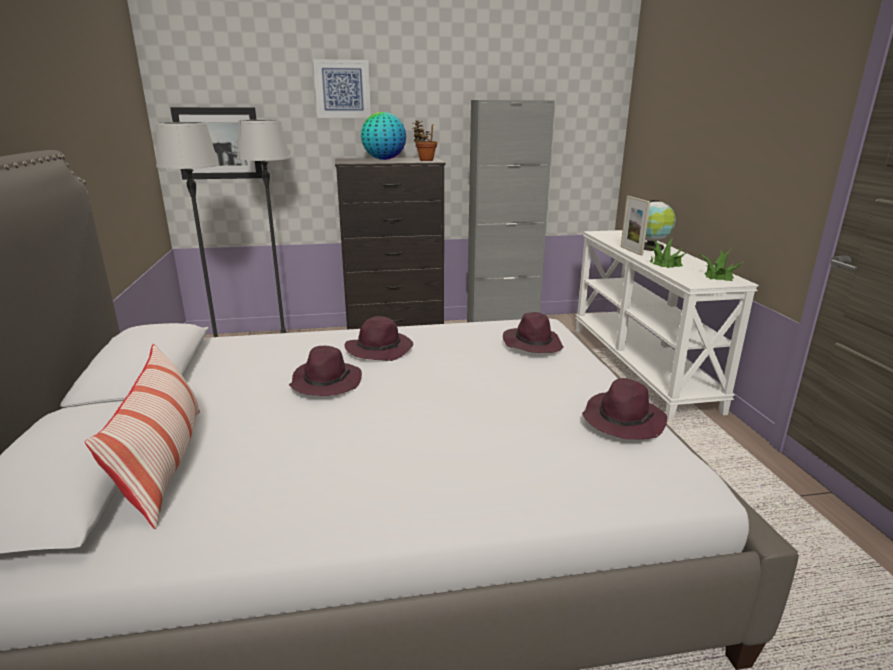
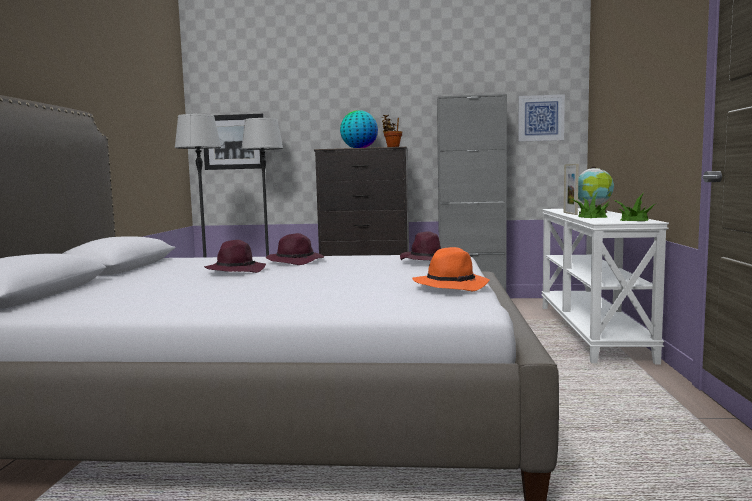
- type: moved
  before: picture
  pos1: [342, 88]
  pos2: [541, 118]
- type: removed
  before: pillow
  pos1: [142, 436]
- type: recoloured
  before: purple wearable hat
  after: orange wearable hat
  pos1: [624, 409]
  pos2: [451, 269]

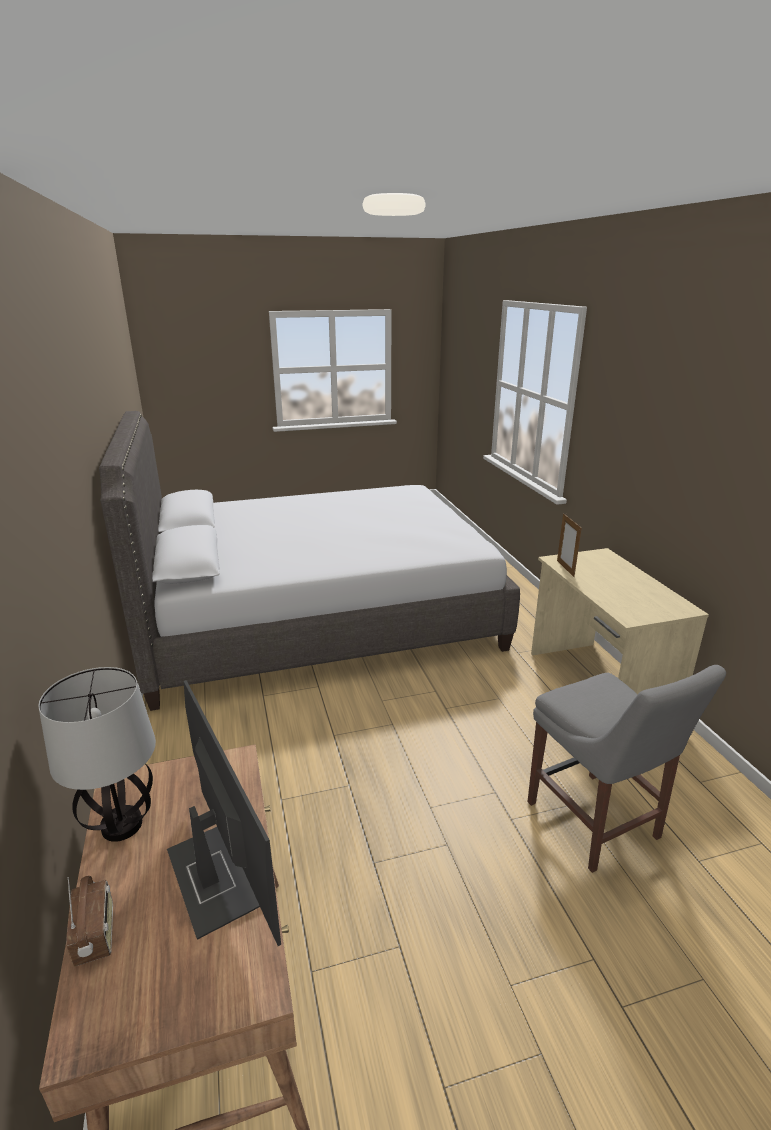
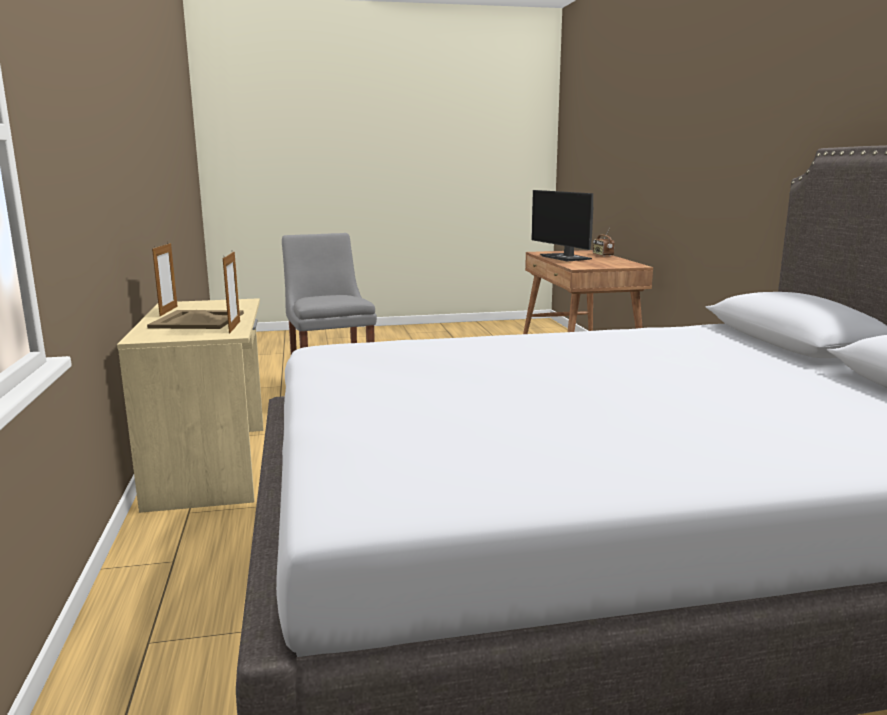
- type: removed
  before: tabletop lamp
  pos1: [97, 754]
- type: added
  after: photo frame
  pos2: [165, 279]
- type: added
  after: sand-coloured tray
  pos2: [195, 319]

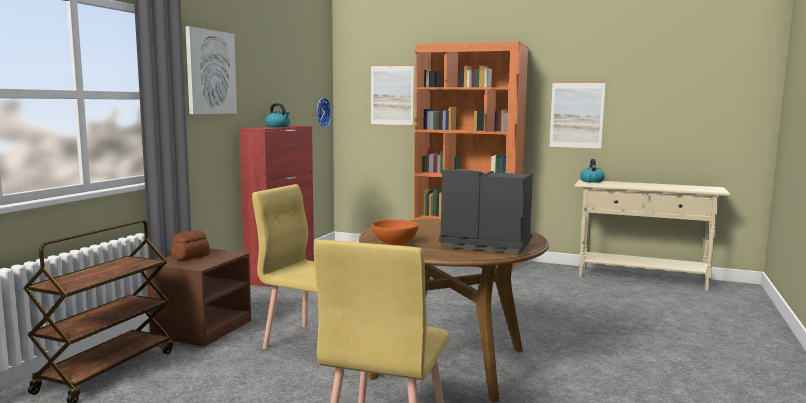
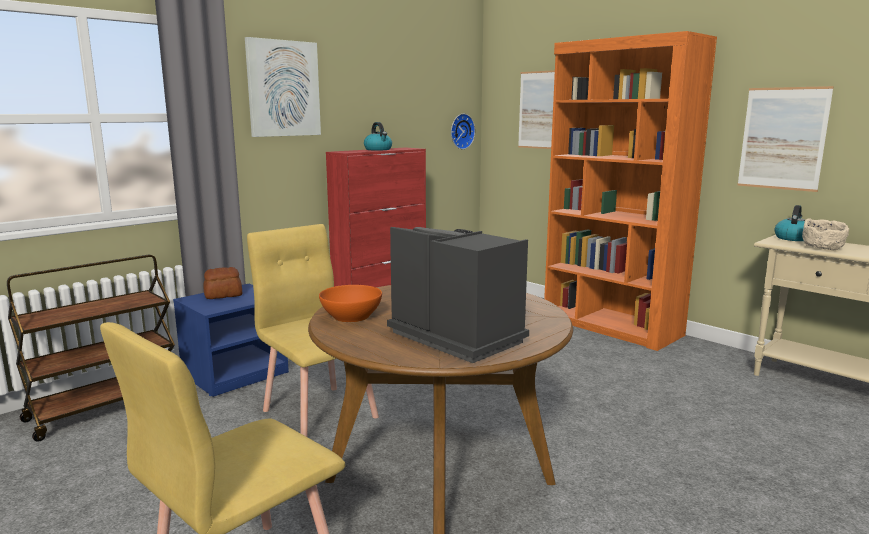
- type: recoloured
  before: brown nightstand
  after: bluish nightstand
  pos1: [198, 298]
  pos2: [231, 340]
- type: added
  after: sand-coloured bowl
  pos2: [825, 234]

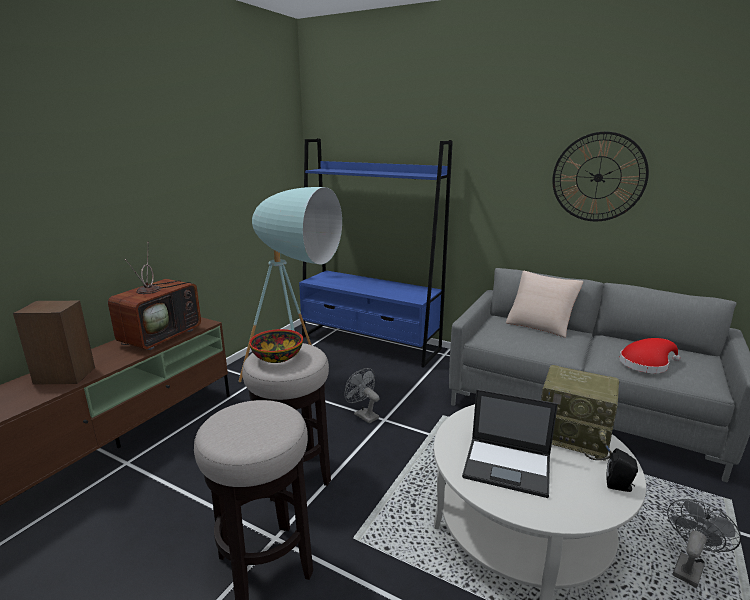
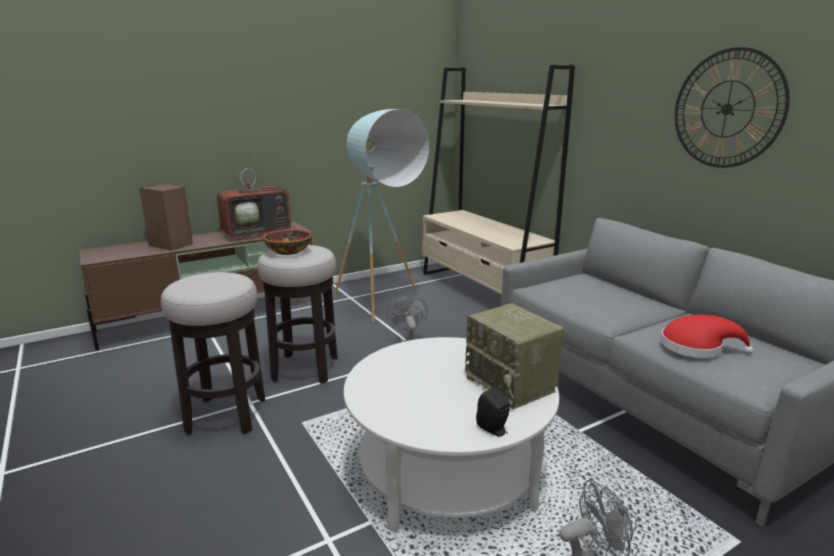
- type: recoloured
  before: bluish bookshelf
  after: sand-coloured bookshelf
  pos1: [376, 253]
  pos2: [499, 179]
- type: removed
  before: sand-coloured pillow
  pos1: [544, 304]
- type: removed
  before: laptop
  pos1: [510, 443]

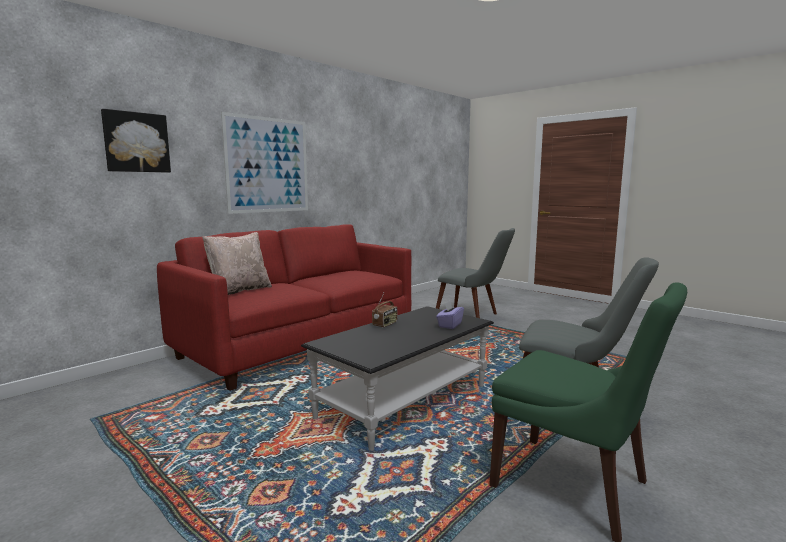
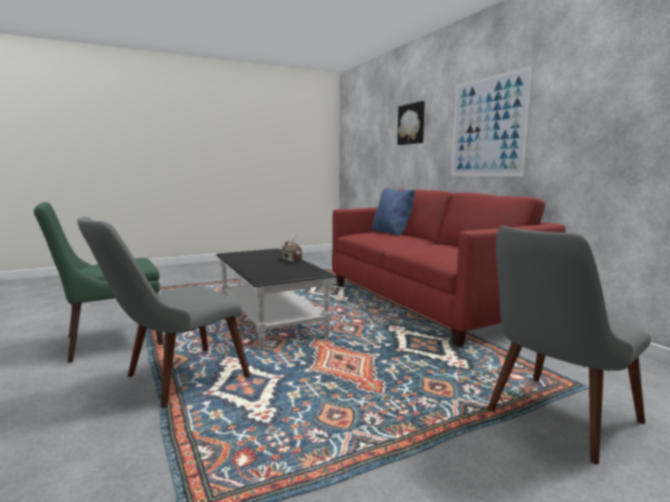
- type: recoloured
  before: sand-coloured pillow
  after: bluish pillow
  pos1: [237, 263]
  pos2: [393, 212]
- type: removed
  before: purple tissue holder
  pos1: [450, 315]

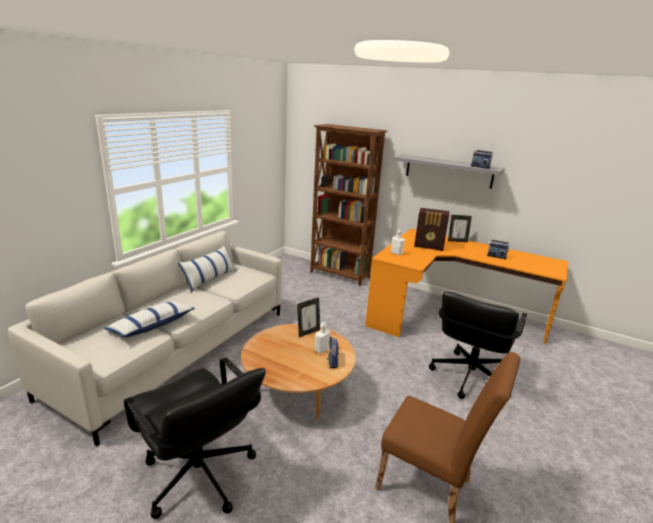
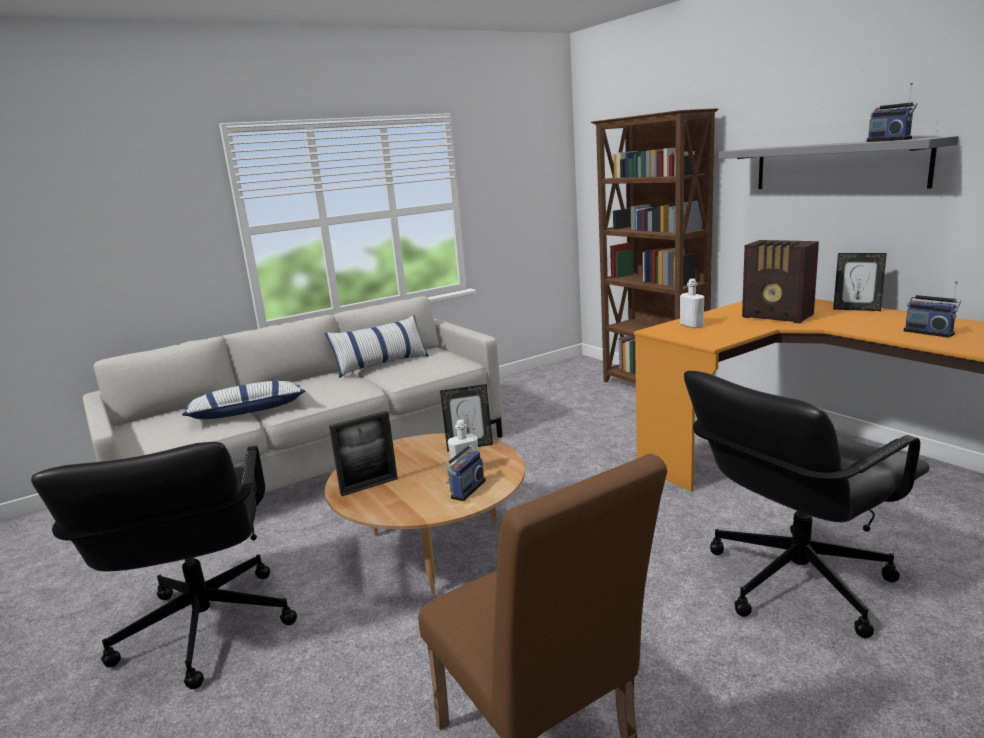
- type: added
  after: photo frame
  pos2: [363, 453]

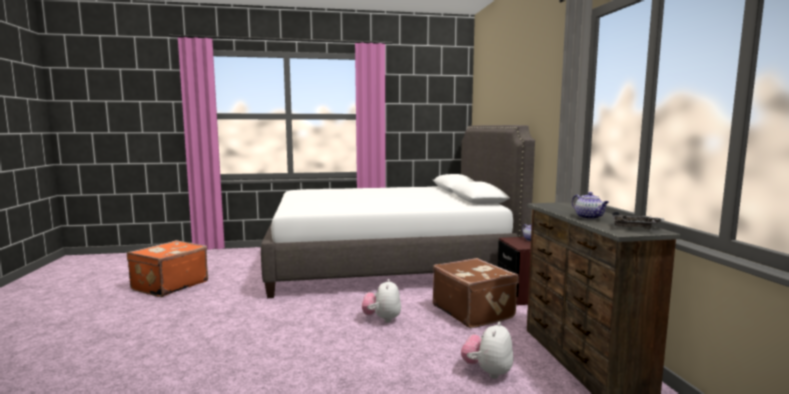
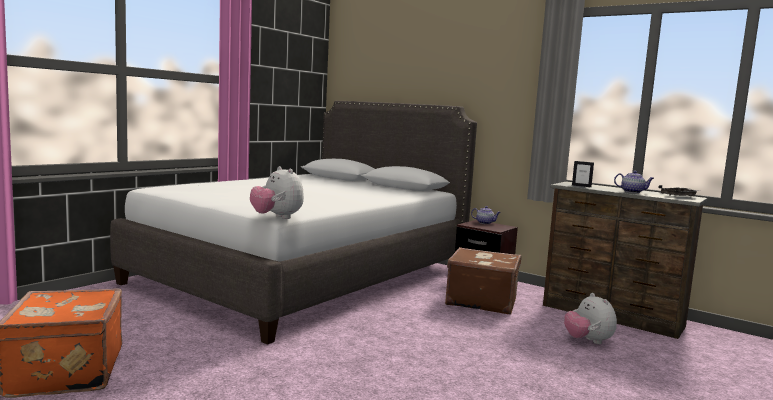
- type: moved
  before: plush toy
  pos1: [381, 301]
  pos2: [277, 192]
- type: added
  after: photo frame
  pos2: [583, 174]

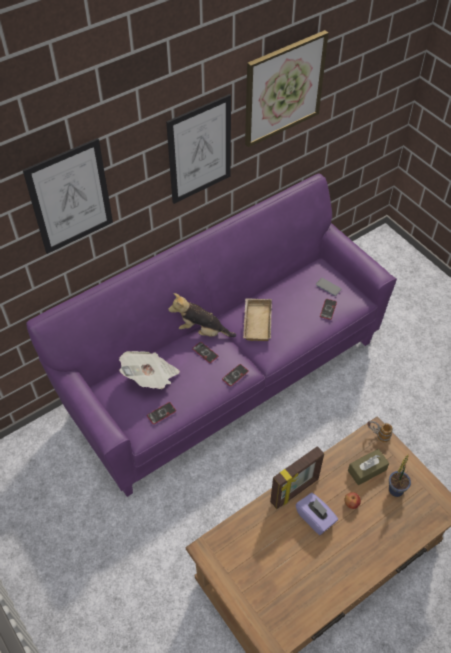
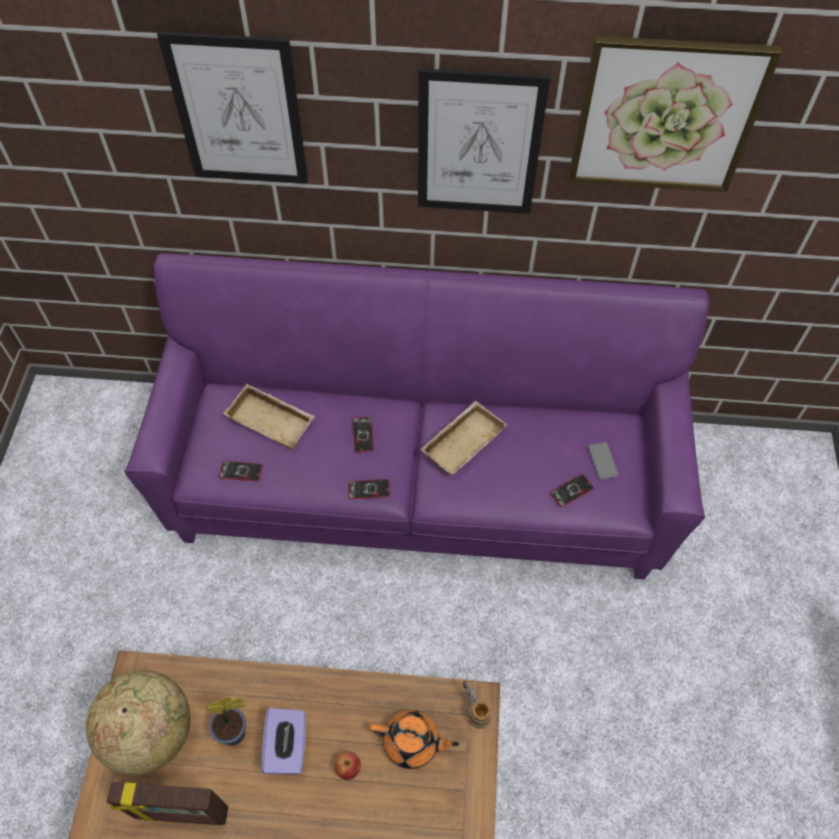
- type: removed
  before: plush toy
  pos1: [202, 315]
- type: replaced
  before: newspaper
  after: sand-coloured tray
  pos1: [149, 370]
  pos2: [269, 417]
- type: moved
  before: photo frame
  pos1: [297, 477]
  pos2: [167, 803]
- type: replaced
  before: brown tissue holder
  after: orange teapot
  pos1: [368, 467]
  pos2: [414, 739]
- type: moved
  before: houseplant
  pos1: [400, 476]
  pos2: [225, 721]
- type: added
  after: world globe
  pos2: [138, 723]

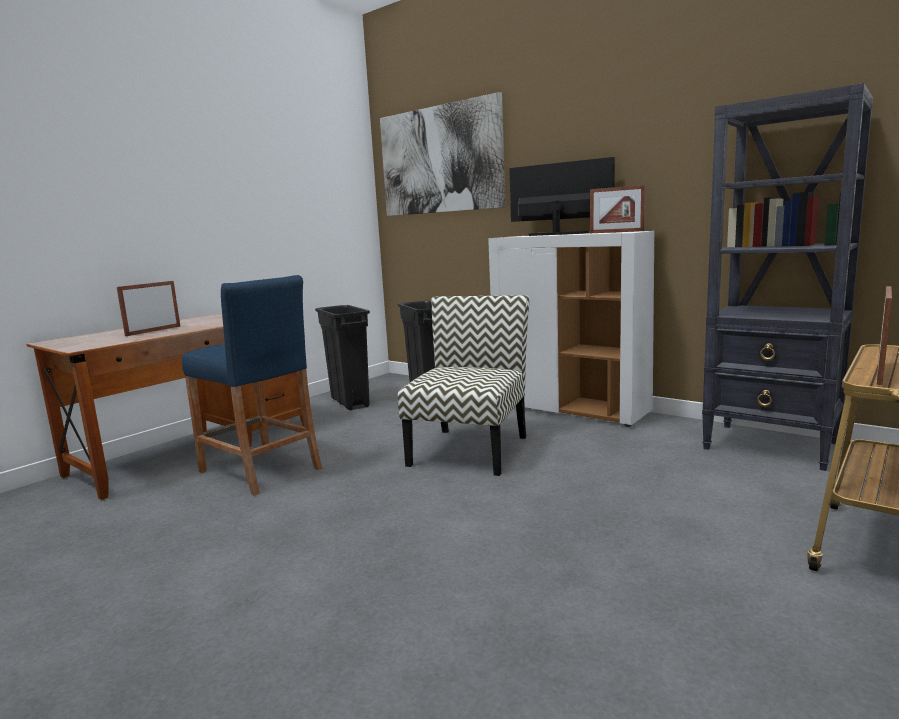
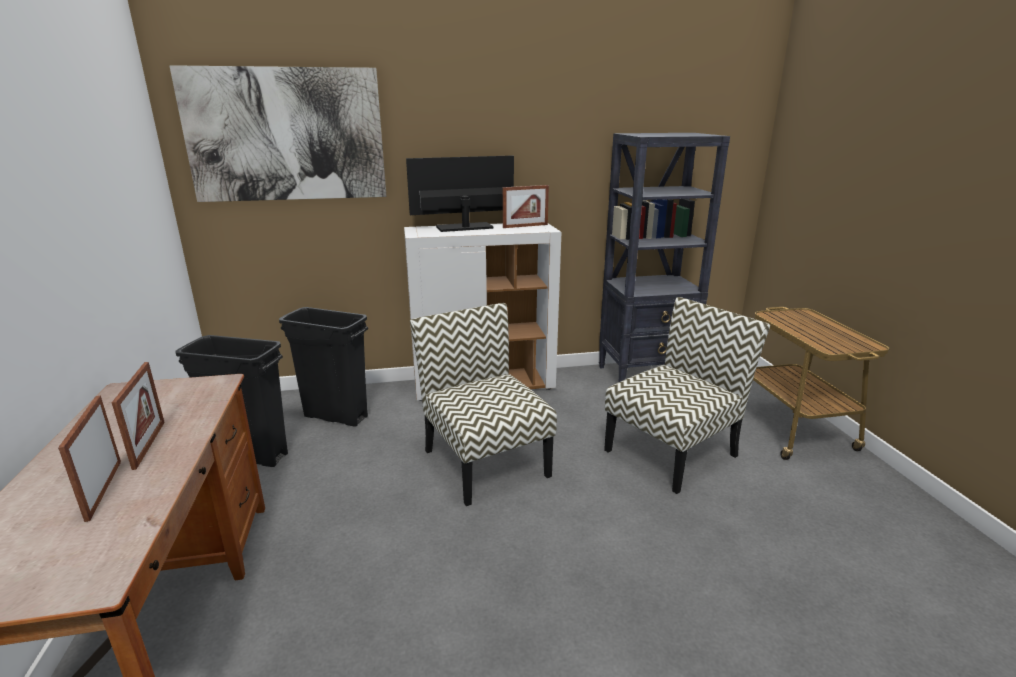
- type: removed
  before: bluish stool seat
  pos1: [252, 385]
- type: moved
  before: photo frame
  pos1: [884, 335]
  pos2: [138, 416]
- type: added
  after: plain chair
  pos2: [687, 395]

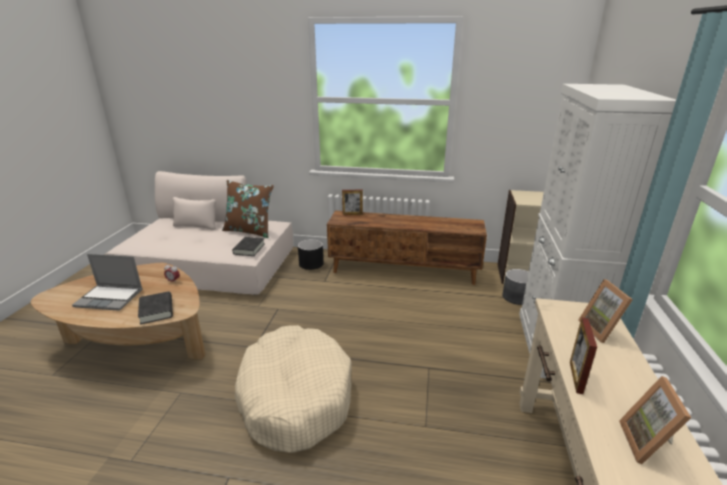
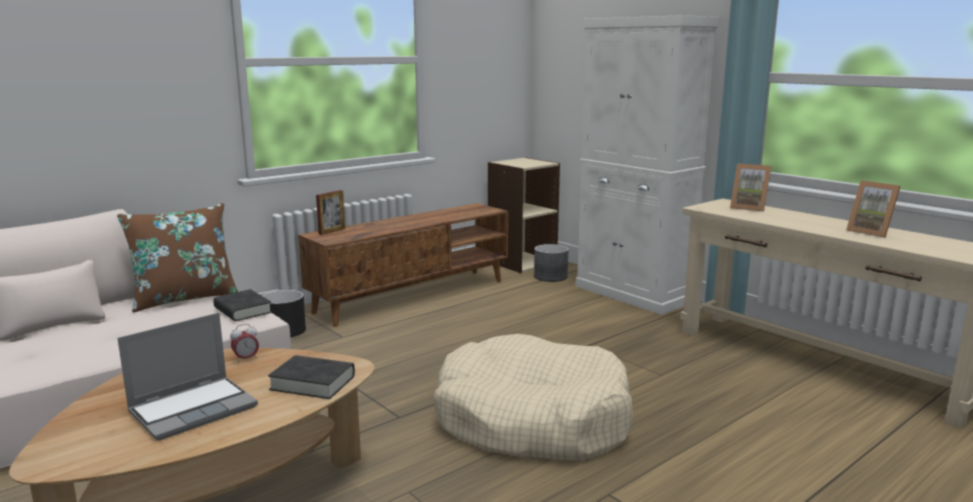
- type: removed
  before: photo frame
  pos1: [583, 356]

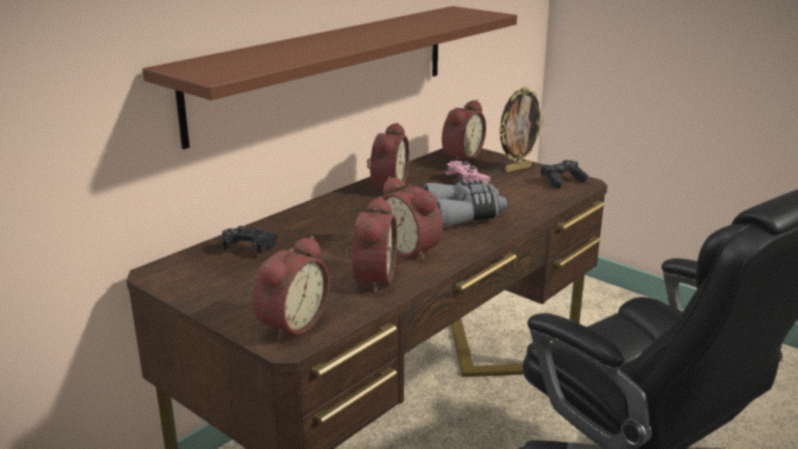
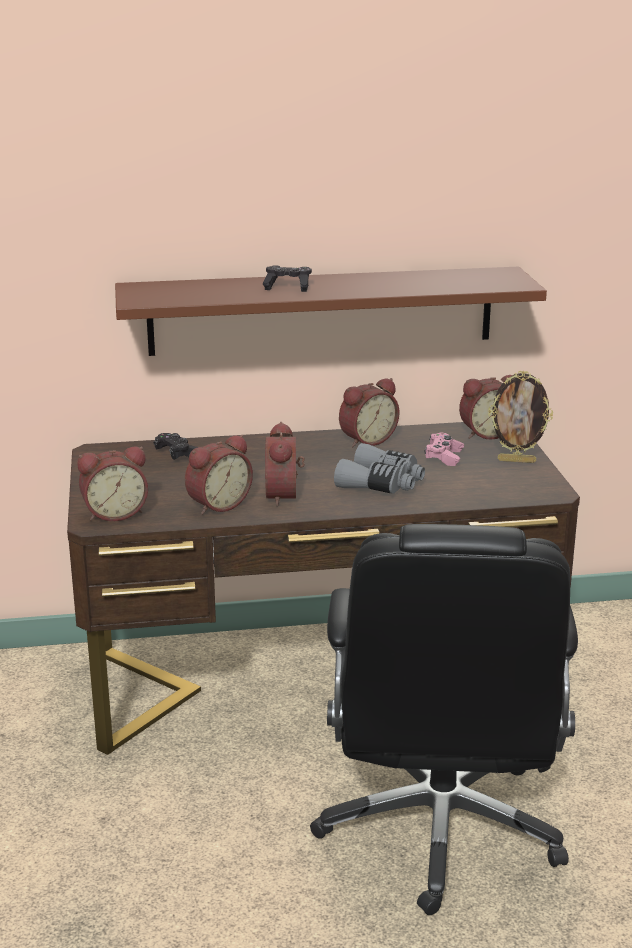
- type: moved
  before: black-coloured gamepad
  pos1: [564, 174]
  pos2: [287, 278]

